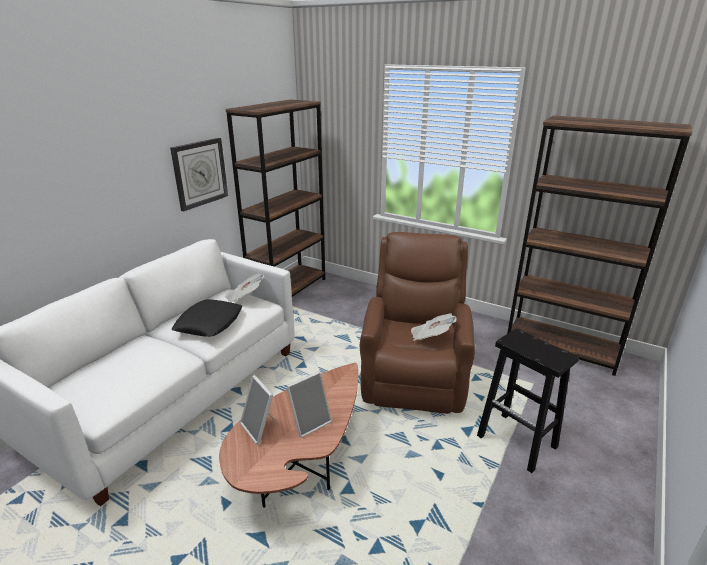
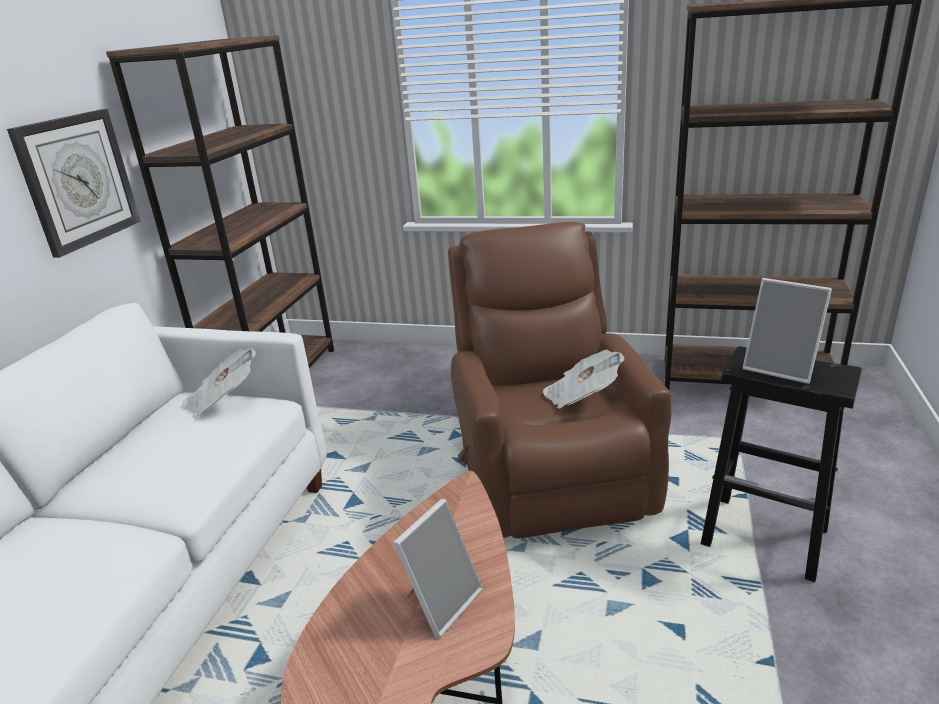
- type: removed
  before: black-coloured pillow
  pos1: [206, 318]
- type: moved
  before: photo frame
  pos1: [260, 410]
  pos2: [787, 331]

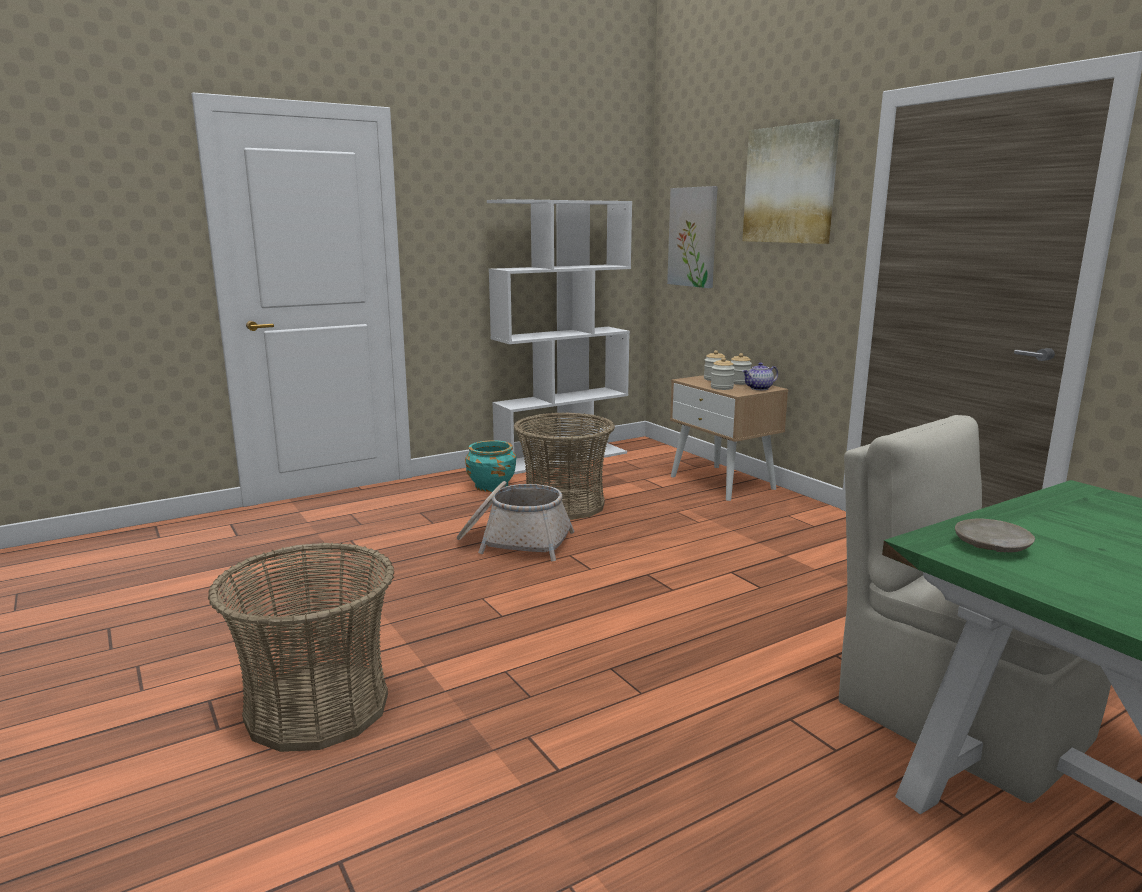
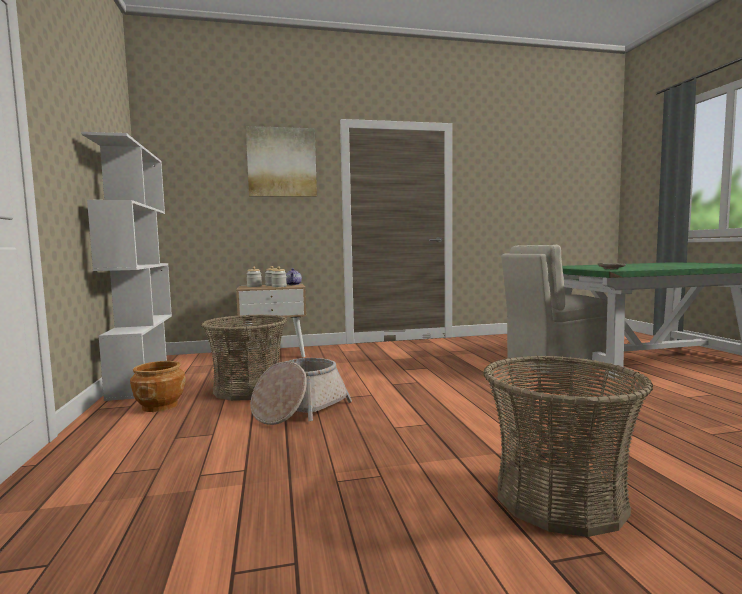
- type: removed
  before: picture
  pos1: [692, 237]
- type: recoloured
  before: turquoise planter
  after: brown planter
  pos1: [490, 466]
  pos2: [158, 386]

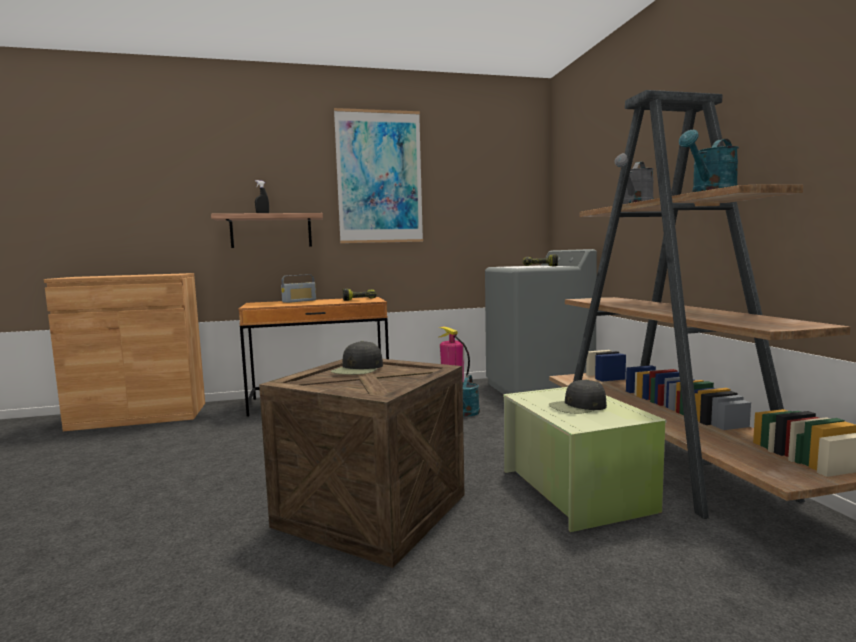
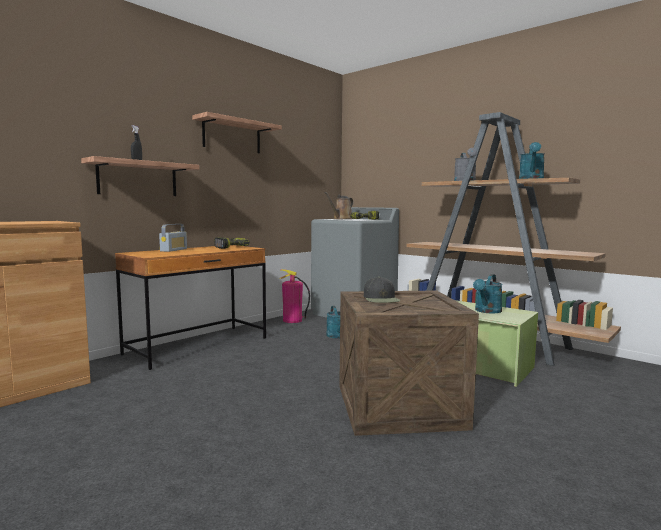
- type: replaced
  before: picture
  after: wall shelf
  pos1: [378, 175]
  pos2: [237, 132]
- type: replaced
  before: black-coloured baseball cap
  after: turquoise watering pot
  pos1: [578, 396]
  pos2: [488, 294]
- type: added
  after: brown watering pot
  pos2: [339, 205]

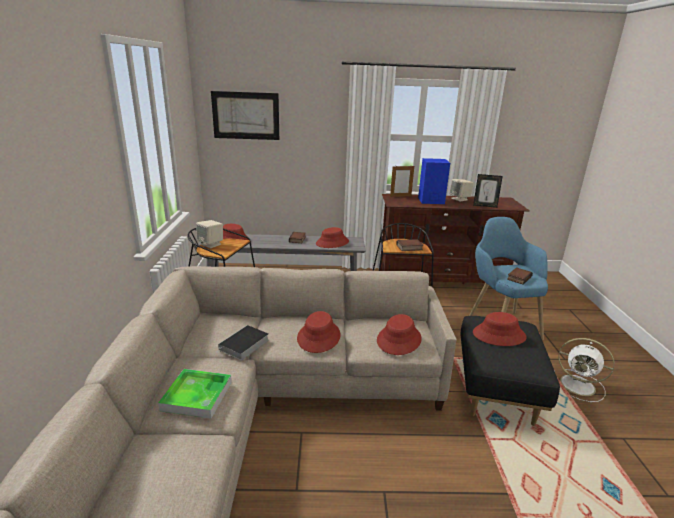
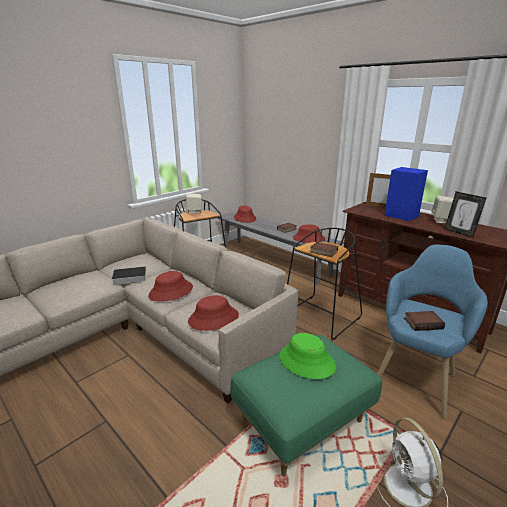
- type: removed
  before: picture
  pos1: [245, 115]
- type: recoloured
  before: red-coloured wearable hat
  after: green wearable hat
  pos1: [500, 329]
  pos2: [308, 356]
- type: recoloured
  before: black-coloured pouffe
  after: green pouffe
  pos1: [510, 371]
  pos2: [306, 405]
- type: removed
  before: tray
  pos1: [195, 394]

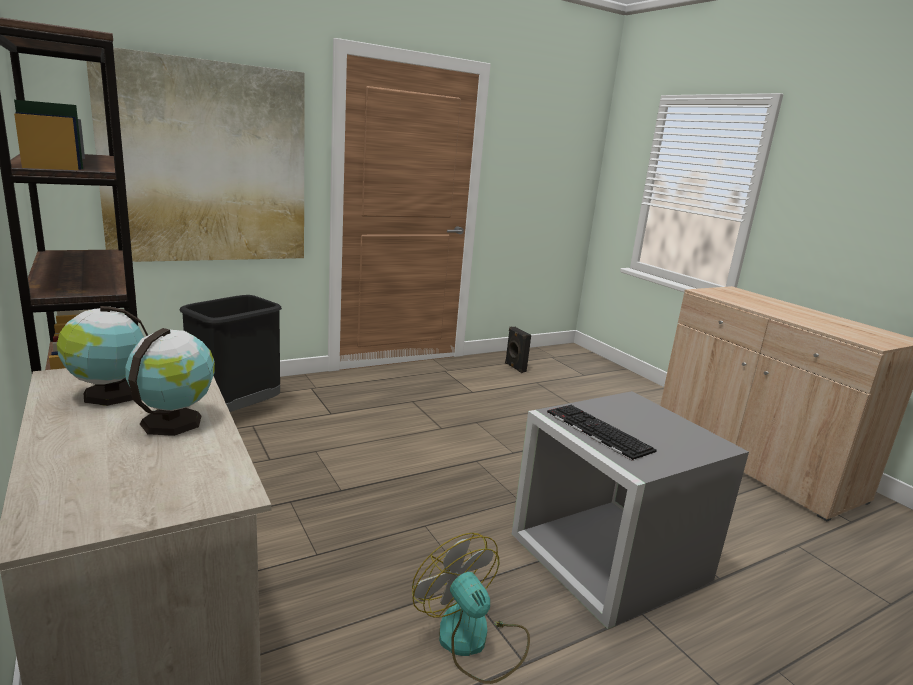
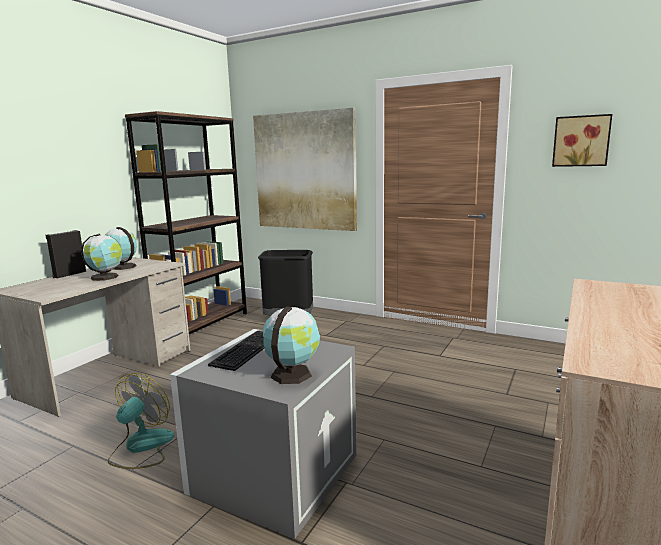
- type: moved
  before: black-coloured loudspeaker
  pos1: [518, 349]
  pos2: [65, 254]
- type: added
  after: picture
  pos2: [582, 140]
- type: added
  after: world globe
  pos2: [291, 345]

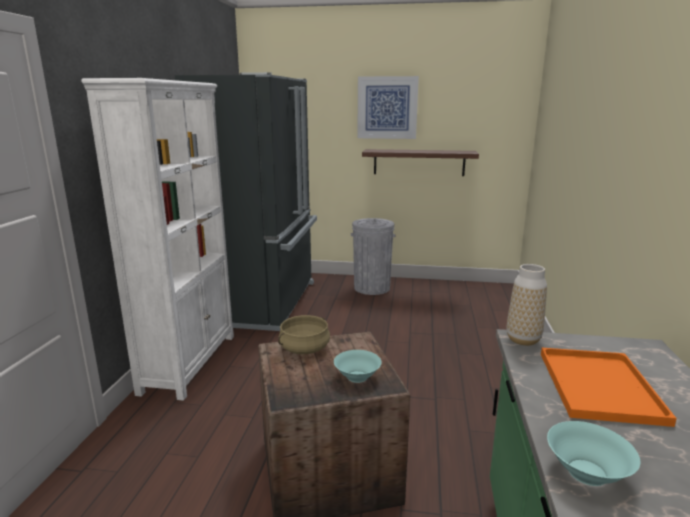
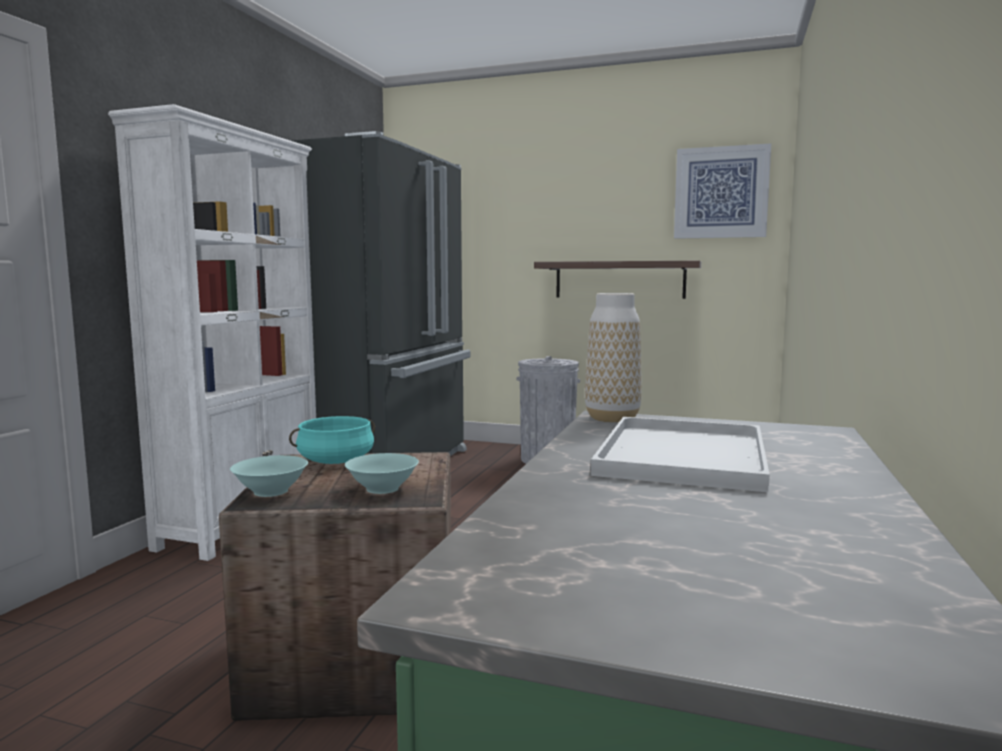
- type: moved
  before: picture
  pos1: [388, 107]
  pos2: [722, 191]
- type: recoloured
  before: sand-coloured stockpot
  after: turquoise stockpot
  pos1: [304, 334]
  pos2: [332, 440]
- type: recoloured
  before: orange tray
  after: white tray
  pos1: [609, 387]
  pos2: [680, 454]
- type: moved
  before: turquoise bowl
  pos1: [593, 453]
  pos2: [269, 476]

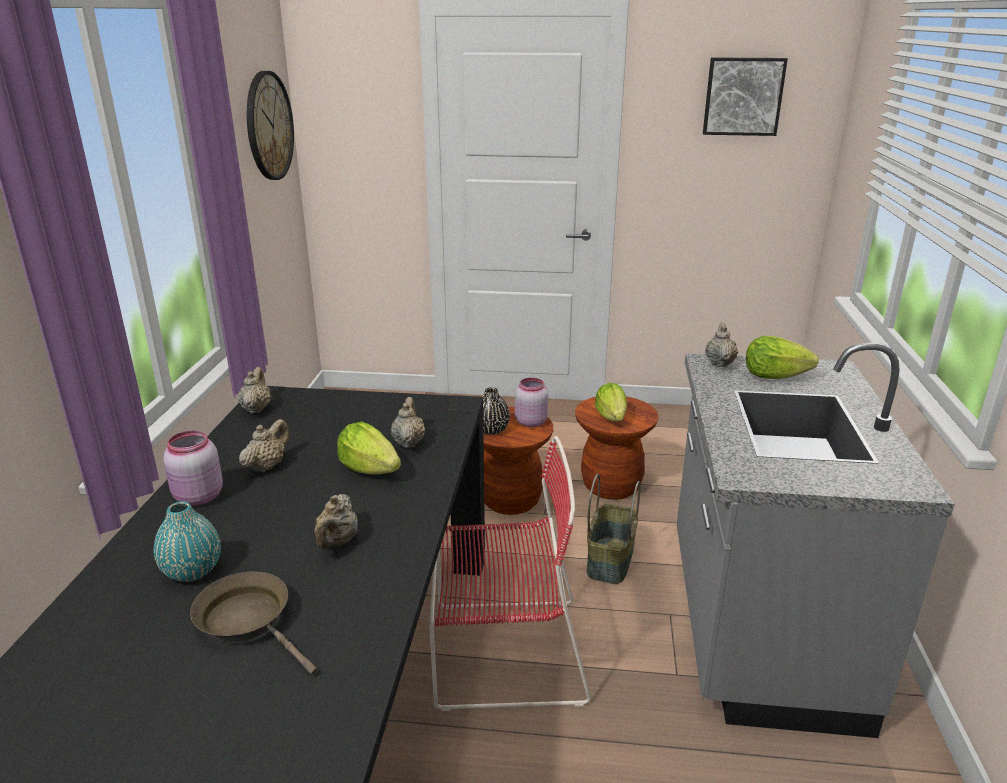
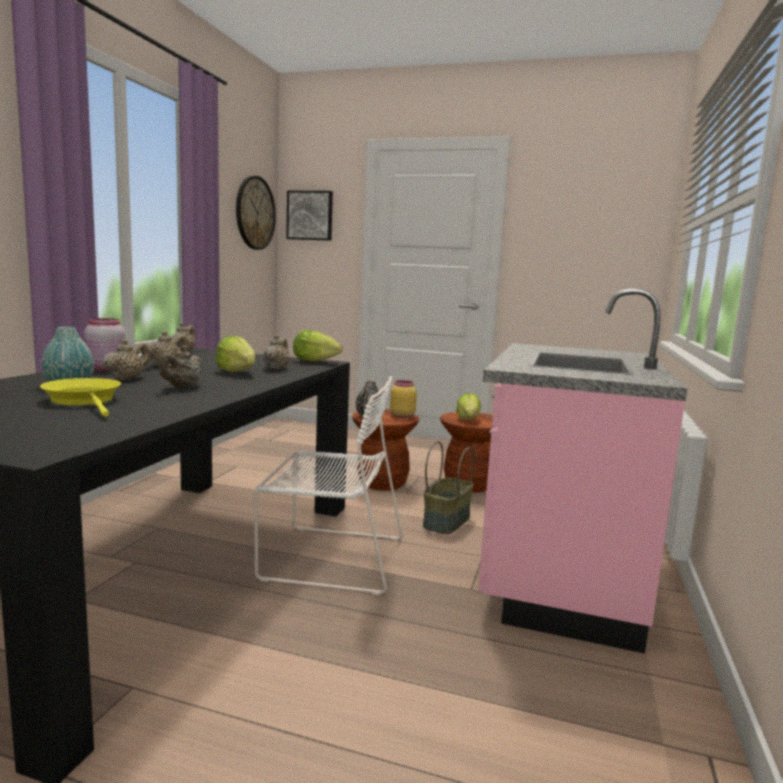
- type: moved
  before: picture
  pos1: [745, 97]
  pos2: [309, 216]
- type: moved
  before: sand-coloured teapot
  pos1: [721, 344]
  pos2: [126, 359]
- type: moved
  before: lettuce head
  pos1: [782, 357]
  pos2: [317, 346]
- type: recoloured
  before: gray counter
  after: pink-coloured counter
  pos1: [816, 540]
  pos2: [582, 471]
- type: recoloured
  before: pink-coloured preserve jar
  after: yellowish preserve jar
  pos1: [531, 402]
  pos2: [403, 399]
- type: recoloured
  before: red-coloured plain chair
  after: white plain chair
  pos1: [510, 573]
  pos2: [328, 485]
- type: recoloured
  before: brown pan
  after: yellowish pan
  pos1: [254, 623]
  pos2: [80, 397]

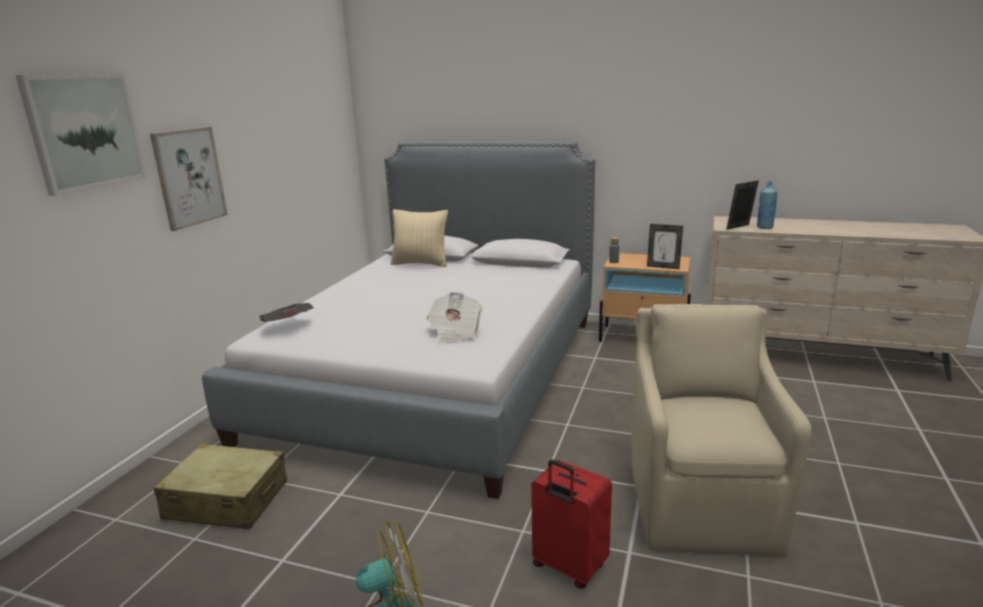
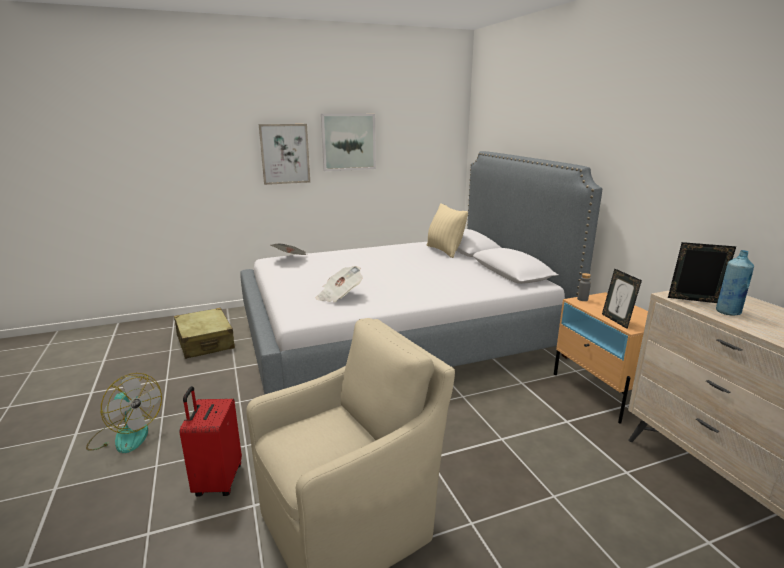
- type: moved
  before: picture
  pos1: [81, 134]
  pos2: [348, 142]

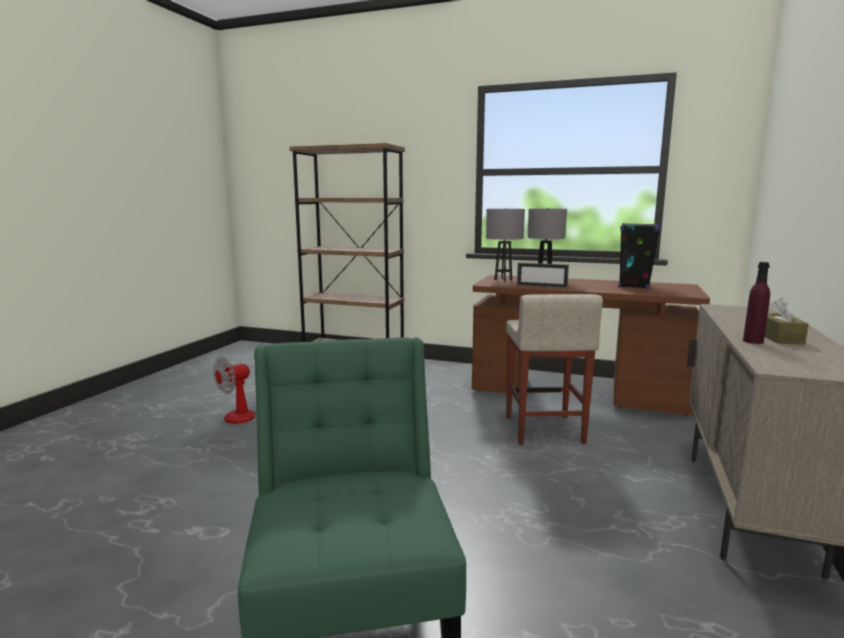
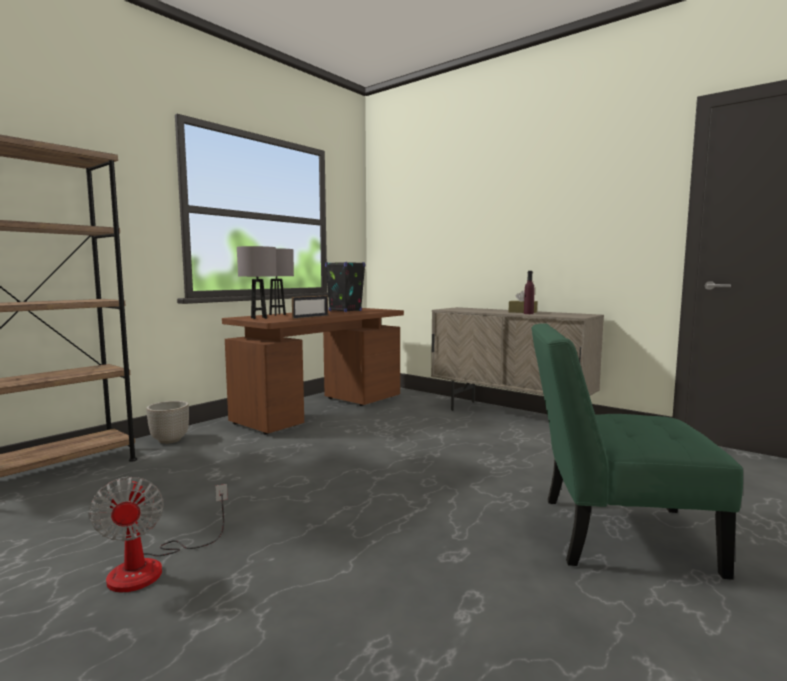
- type: removed
  before: sand-coloured stool seat
  pos1: [554, 369]
- type: added
  after: planter
  pos2: [167, 422]

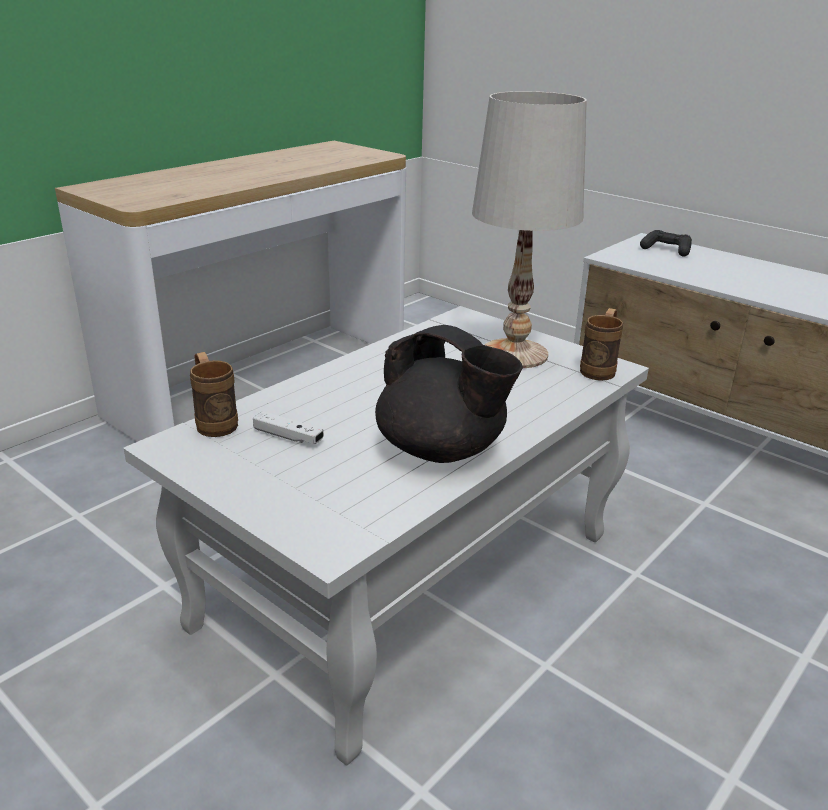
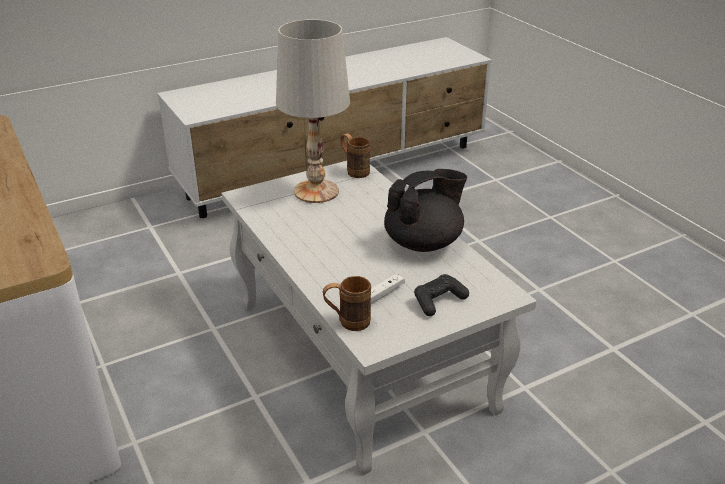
- type: moved
  before: black-coloured gamepad
  pos1: [666, 243]
  pos2: [441, 295]

